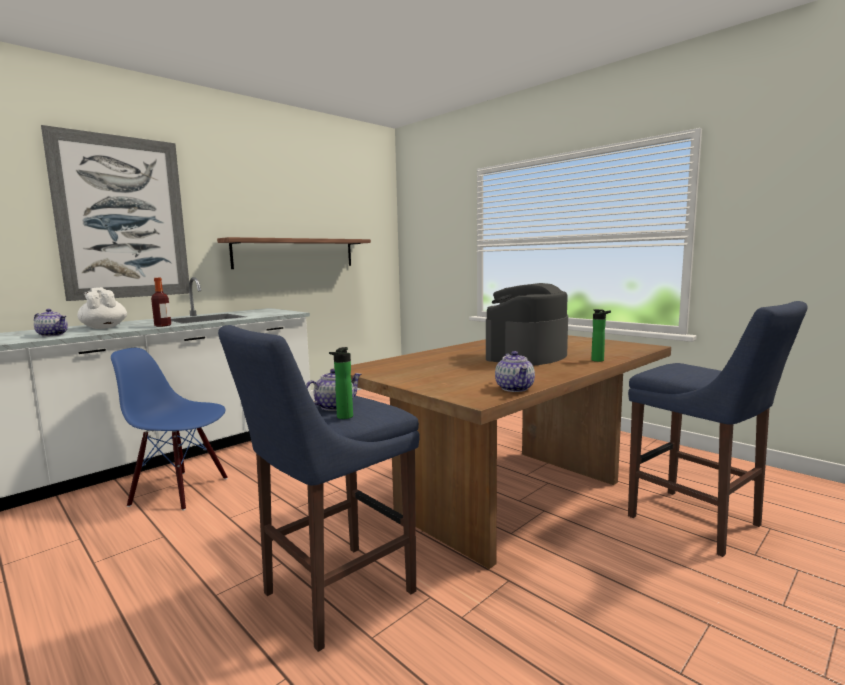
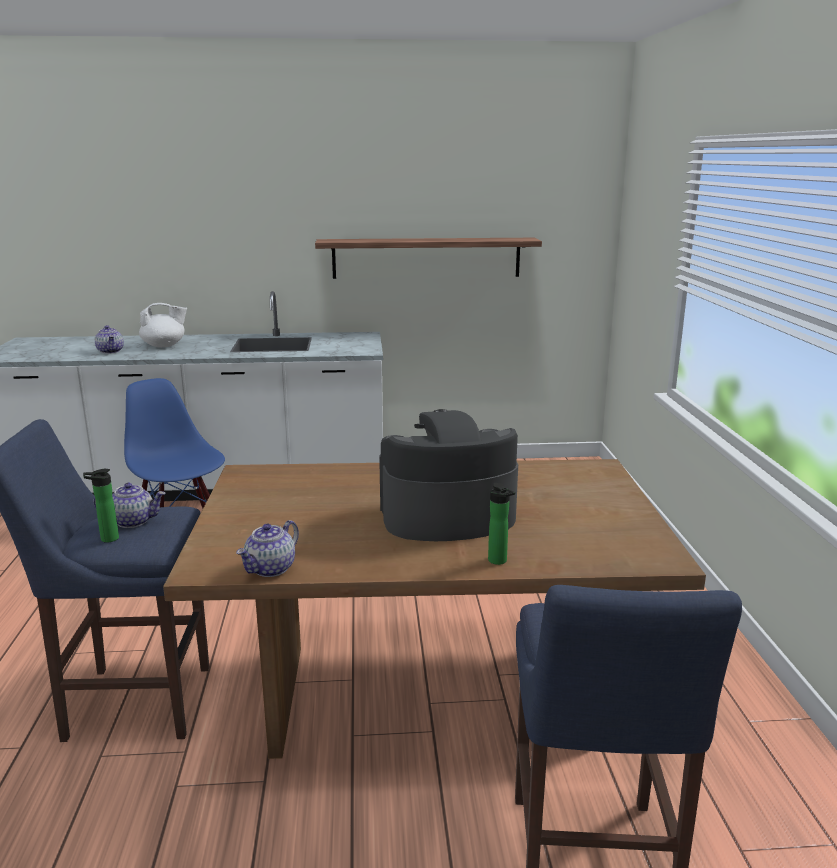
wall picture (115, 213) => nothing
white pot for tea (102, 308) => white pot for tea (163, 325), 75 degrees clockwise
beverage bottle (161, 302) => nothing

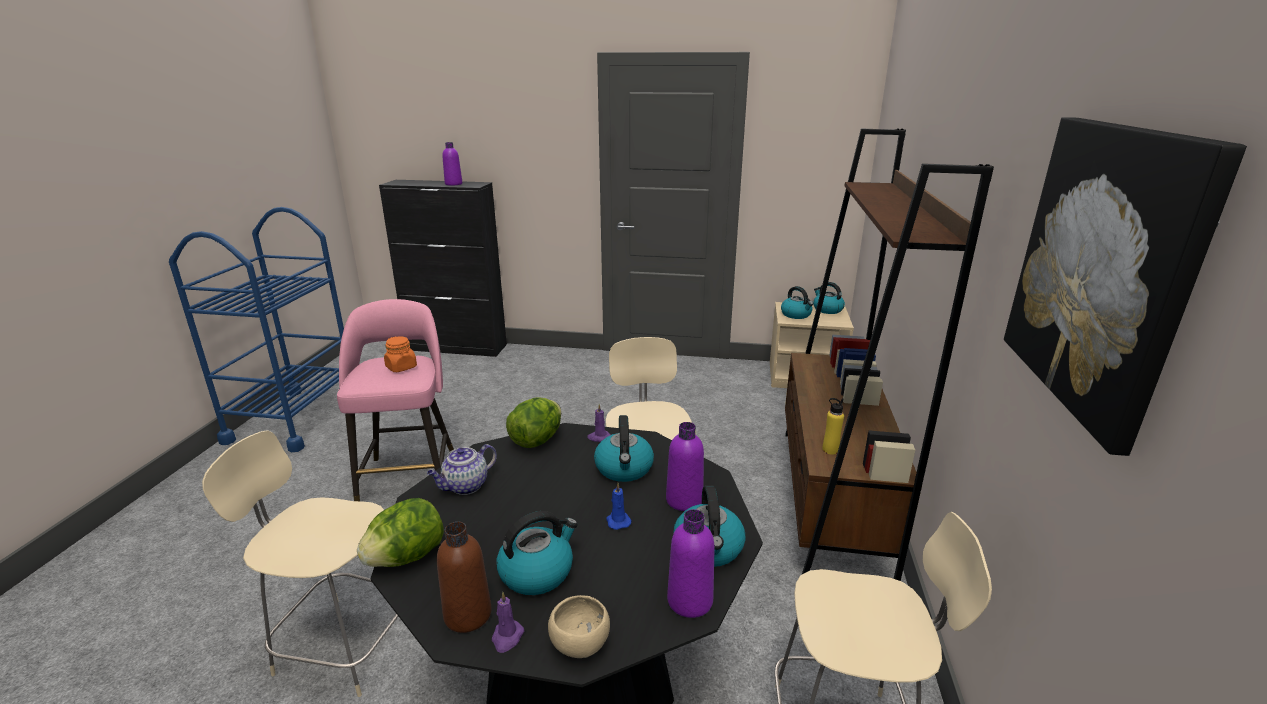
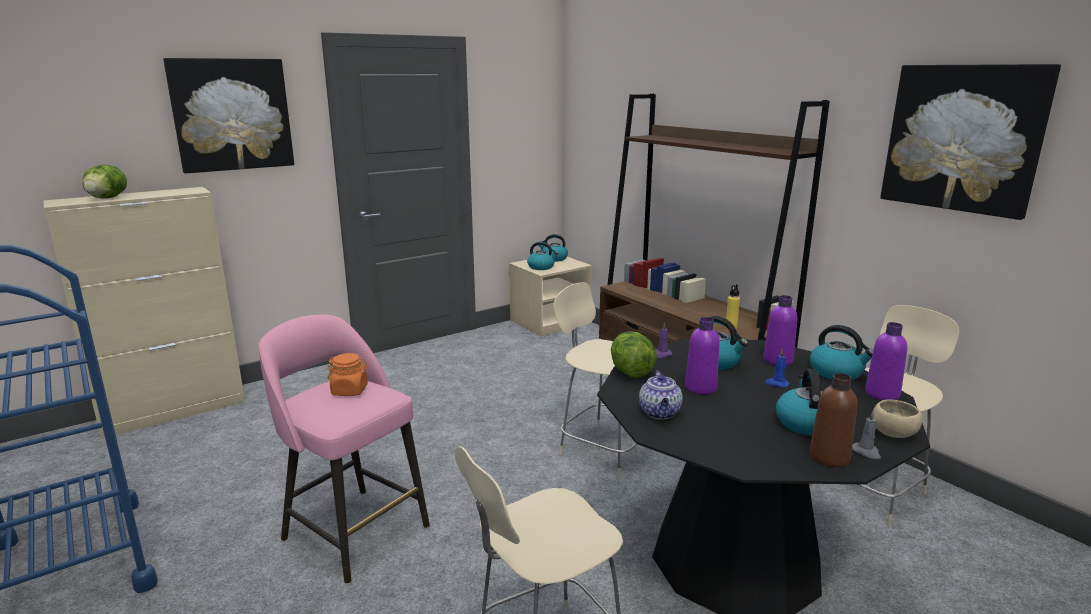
head of lettuce (400, 532) => head of lettuce (104, 181), relocated
blackish cupboard (443, 268) => beige cupboard (144, 312)
purple beverage bottle (452, 164) => purple beverage bottle (702, 355), relocated
purple wax candle (508, 622) => greyish wax candle (866, 435)
nothing => wall picture (228, 115)

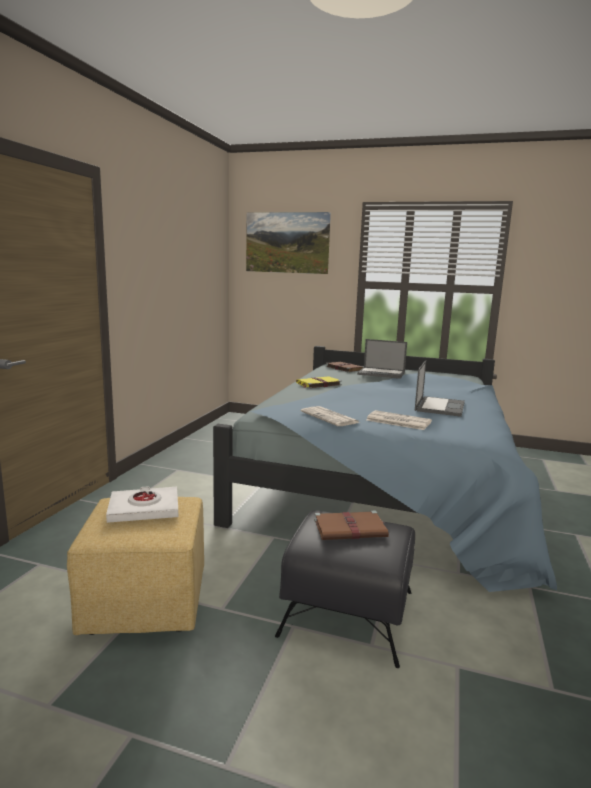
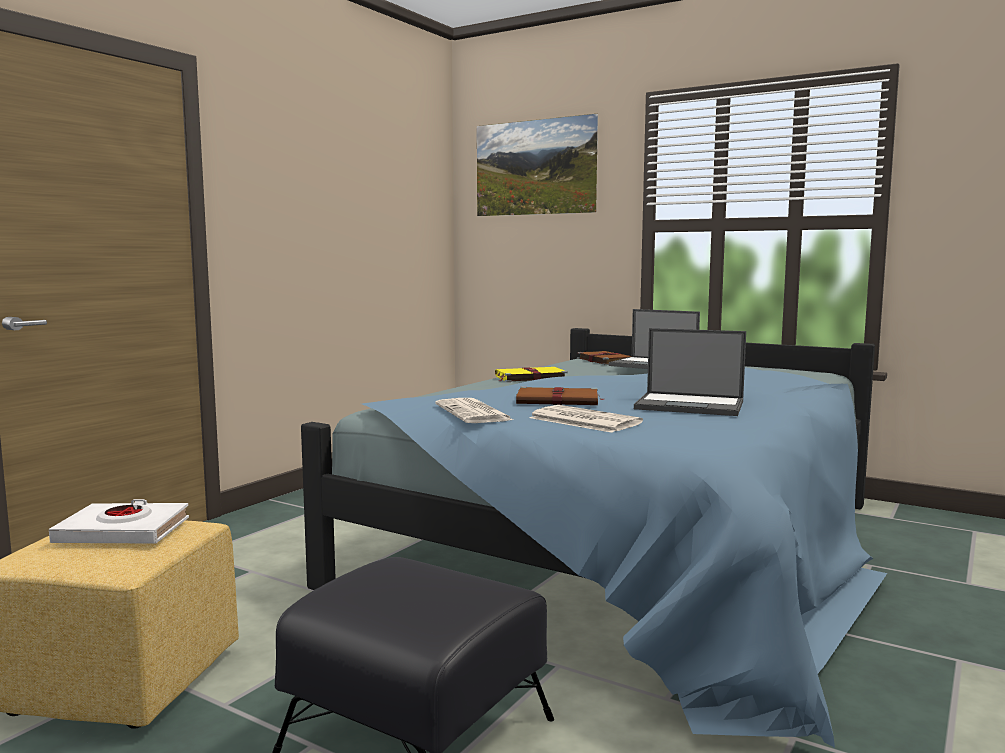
brown bound book (351, 525) => brown bound book (560, 395), relocated
portable computer (440, 388) => portable computer (690, 372), 75 degrees clockwise

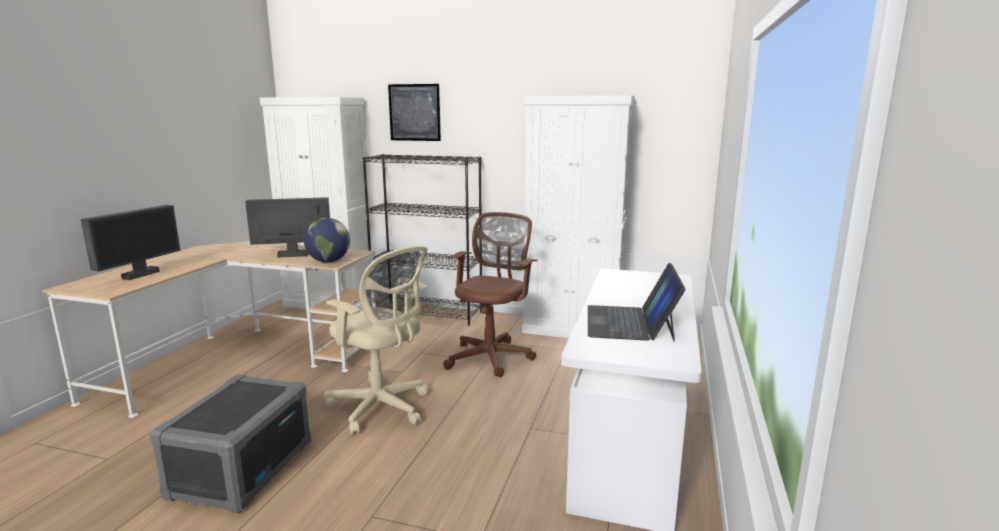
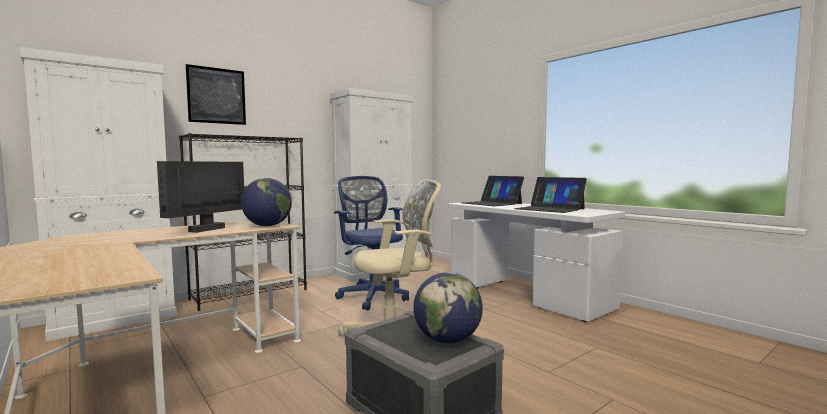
computer display (130, 242) => nothing
brown computer chair (490, 294) => blue computer chair (371, 243)
nothing => globe (448, 307)
nothing => portable computer (493, 191)

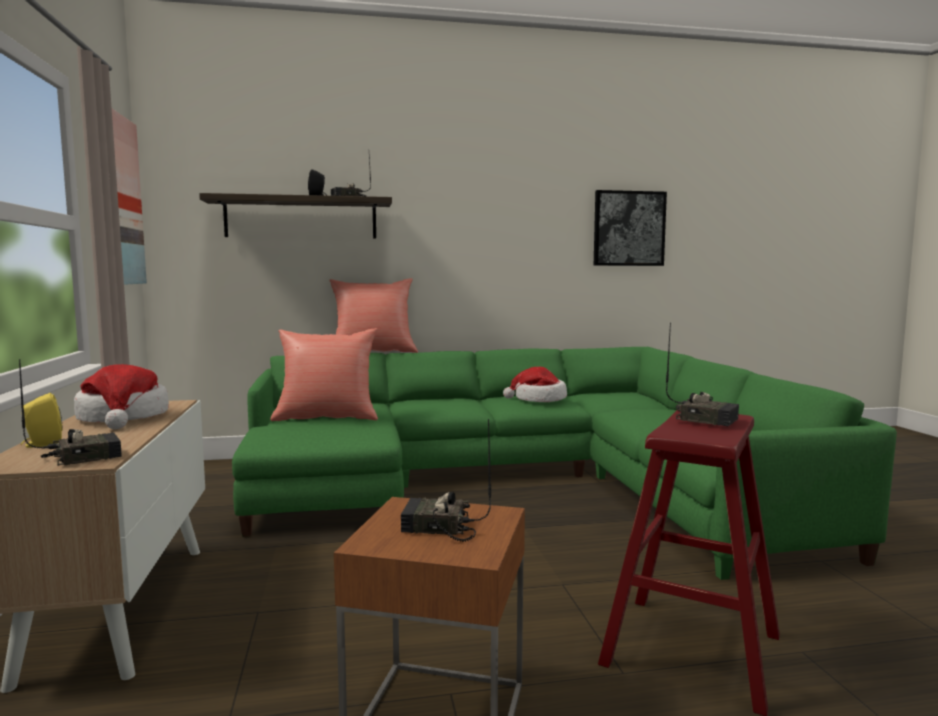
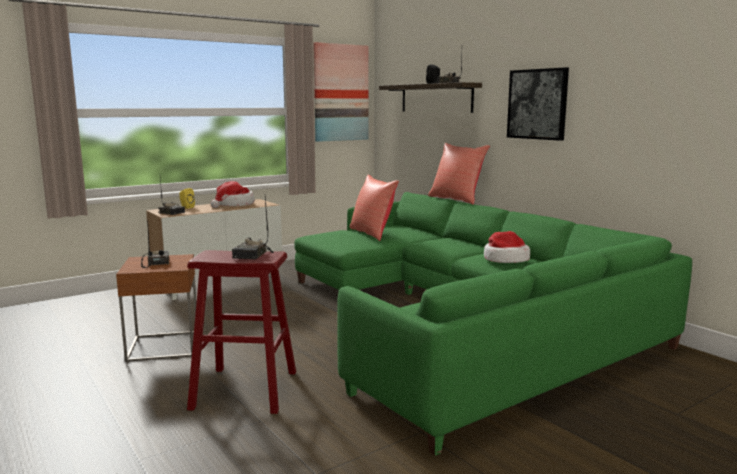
wall picture (630, 228) => wall picture (538, 104), relocated

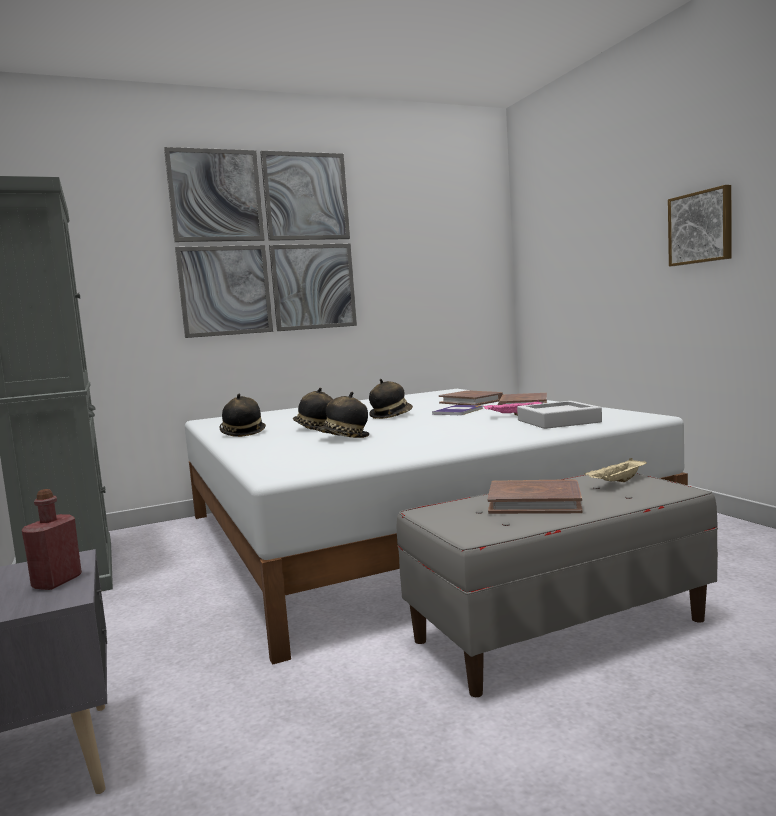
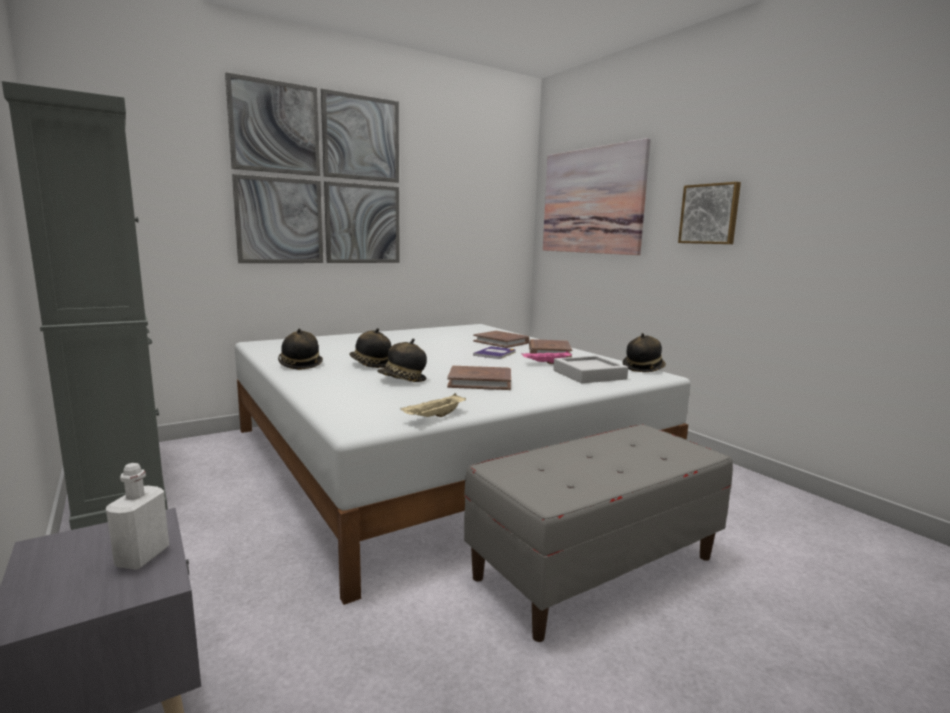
red-coloured beverage bottle (52, 539) => white beverage bottle (137, 516)
clothing hat (391, 399) => clothing hat (644, 352), relocated
brown bound book (535, 496) => brown bound book (479, 378), relocated
beige carrying tray (616, 470) => beige carrying tray (433, 405), relocated
nothing => wall picture (597, 196)

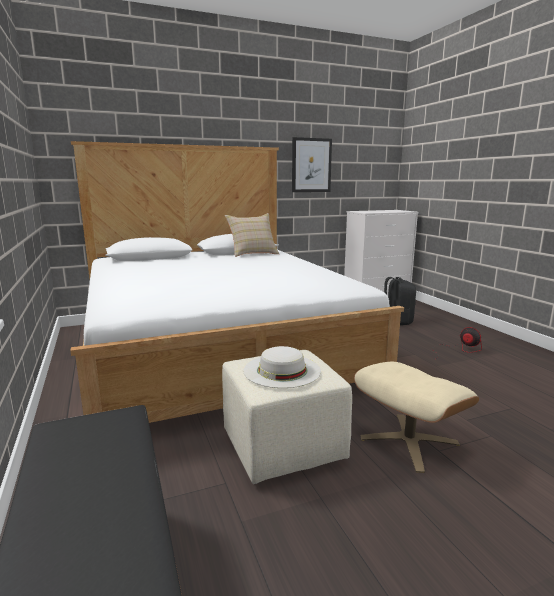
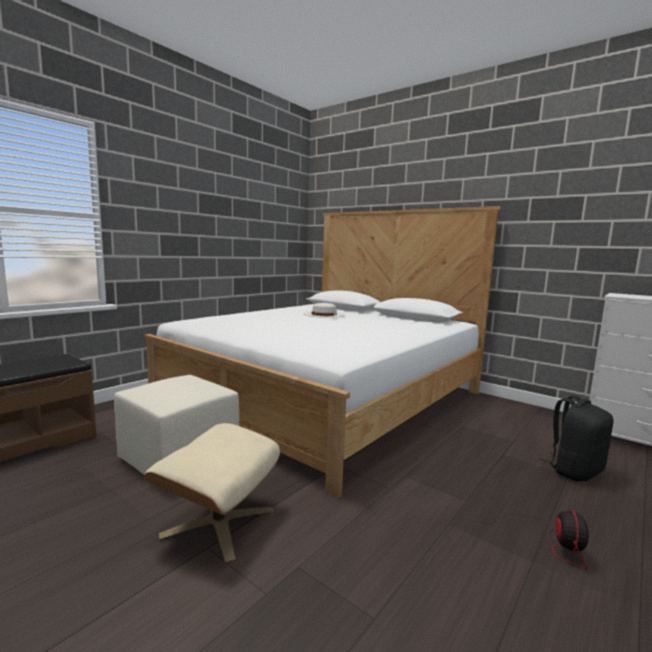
beige pillow (252, 235) => nothing
white clothing hat (282, 367) => white clothing hat (324, 310), relocated
wall picture (312, 164) => nothing

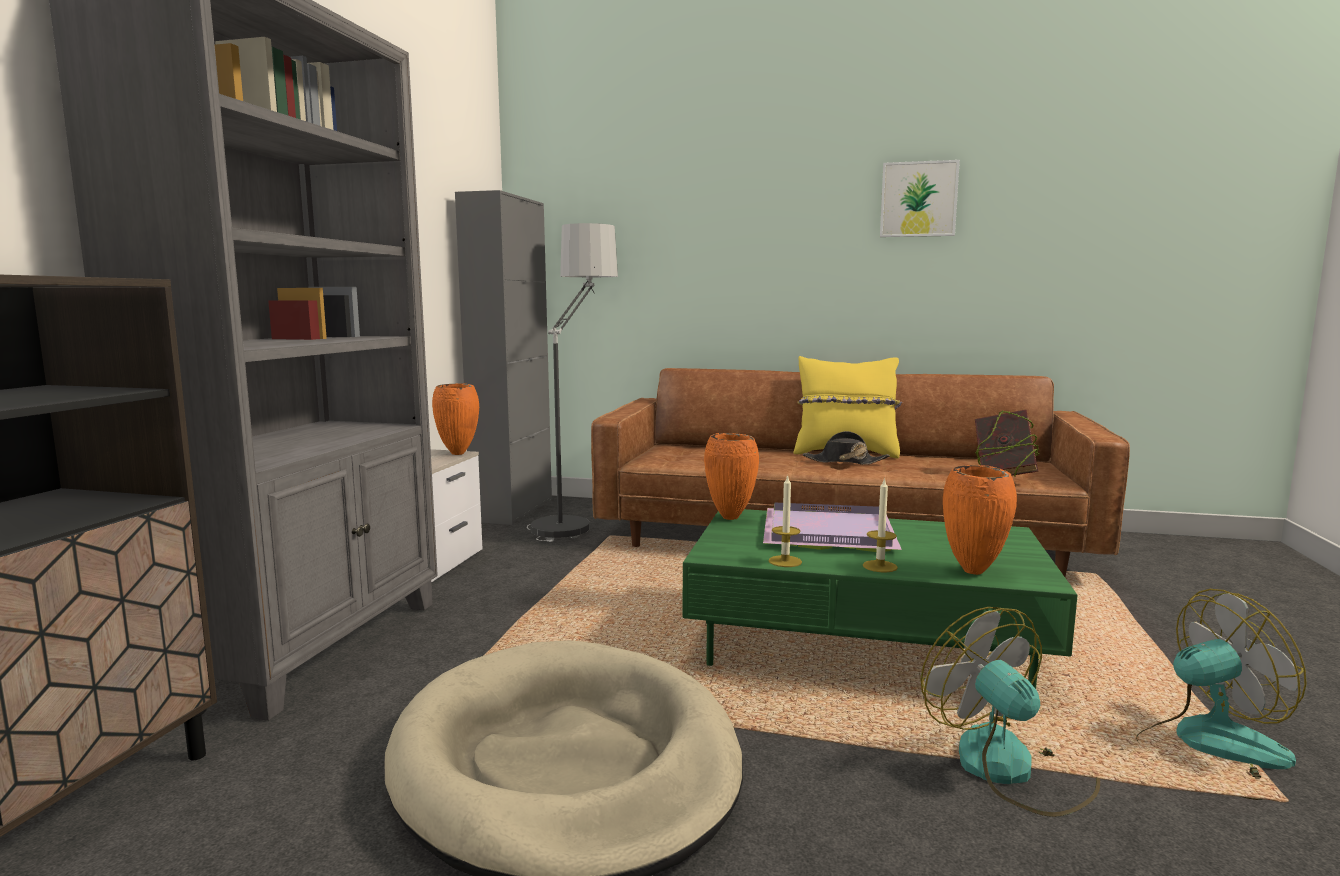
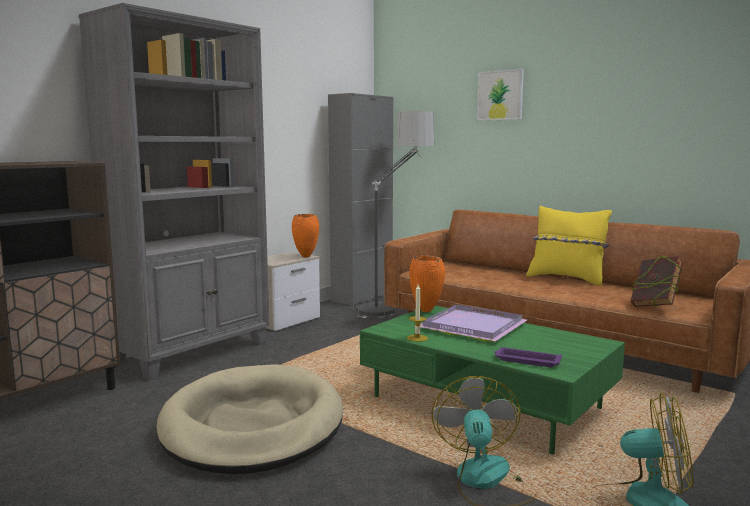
blackish clothing hat (846, 448) => nothing
wax candle (880, 525) => nothing
wall picture (920, 198) => wall picture (500, 95), relocated
orange-coloured flower vase (980, 520) => purple carrying tray (528, 357)

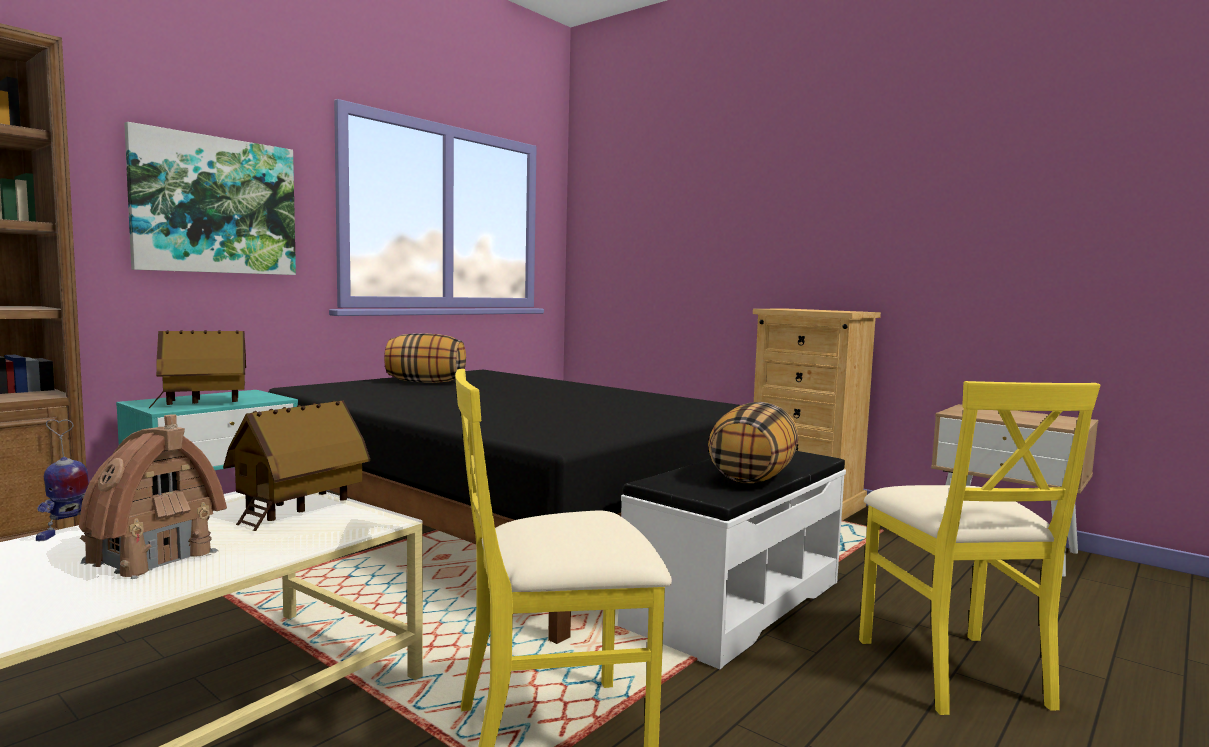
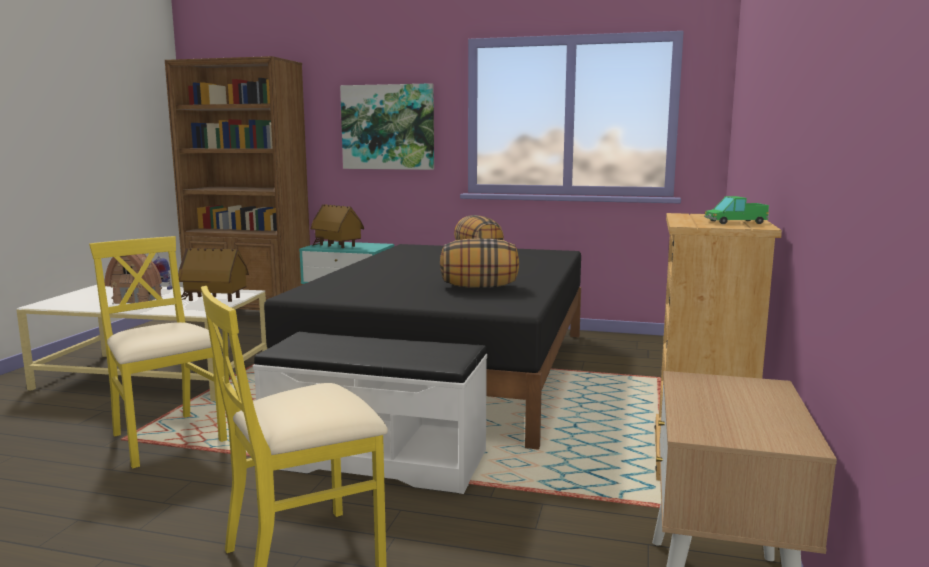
pillow (753, 442) => pillow (479, 263), relocated
nothing => model truck (736, 210)

